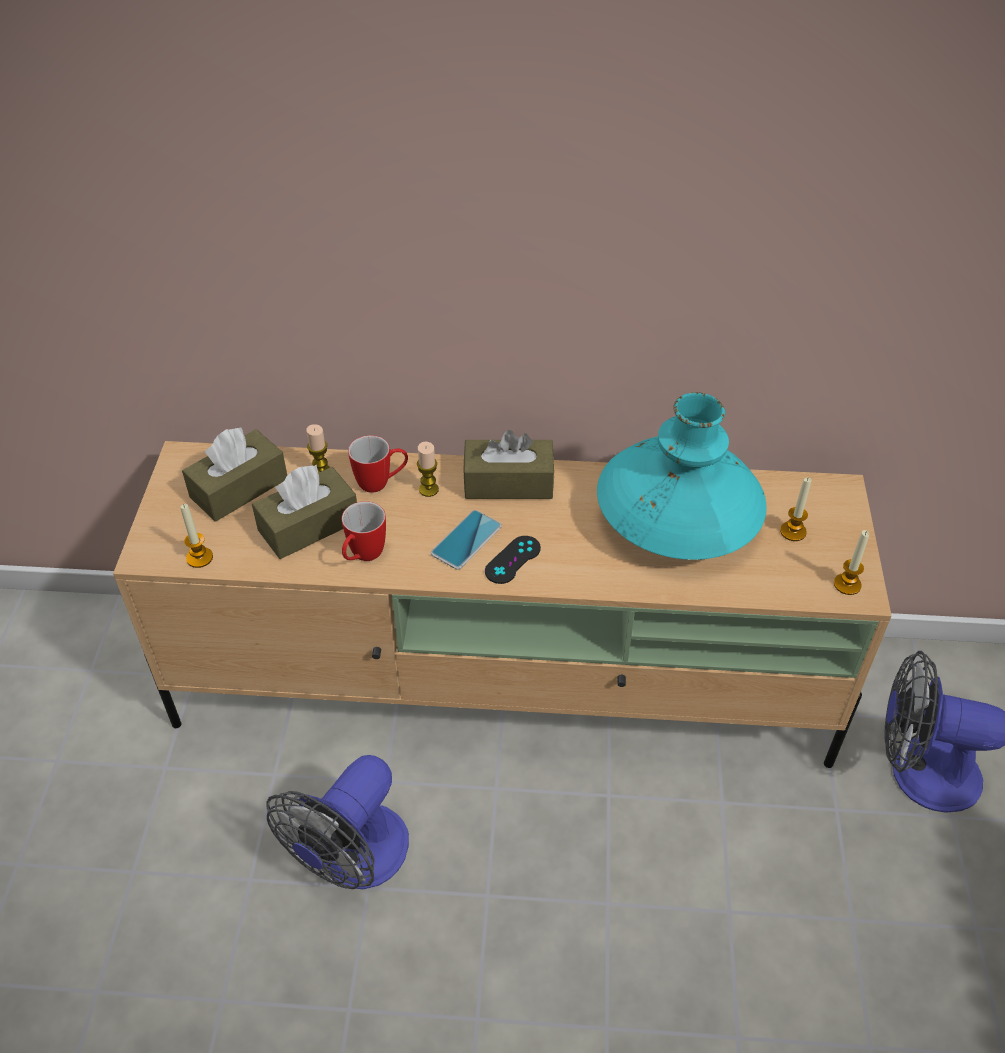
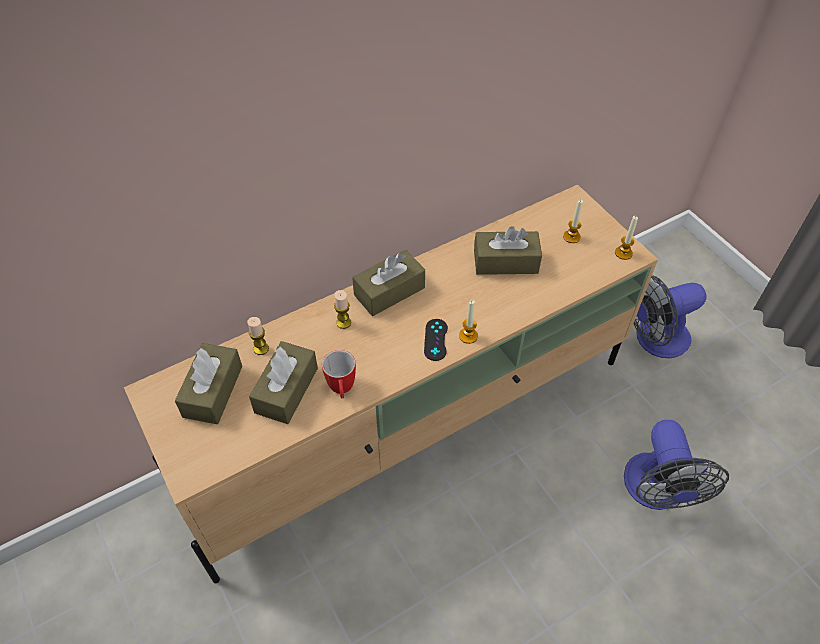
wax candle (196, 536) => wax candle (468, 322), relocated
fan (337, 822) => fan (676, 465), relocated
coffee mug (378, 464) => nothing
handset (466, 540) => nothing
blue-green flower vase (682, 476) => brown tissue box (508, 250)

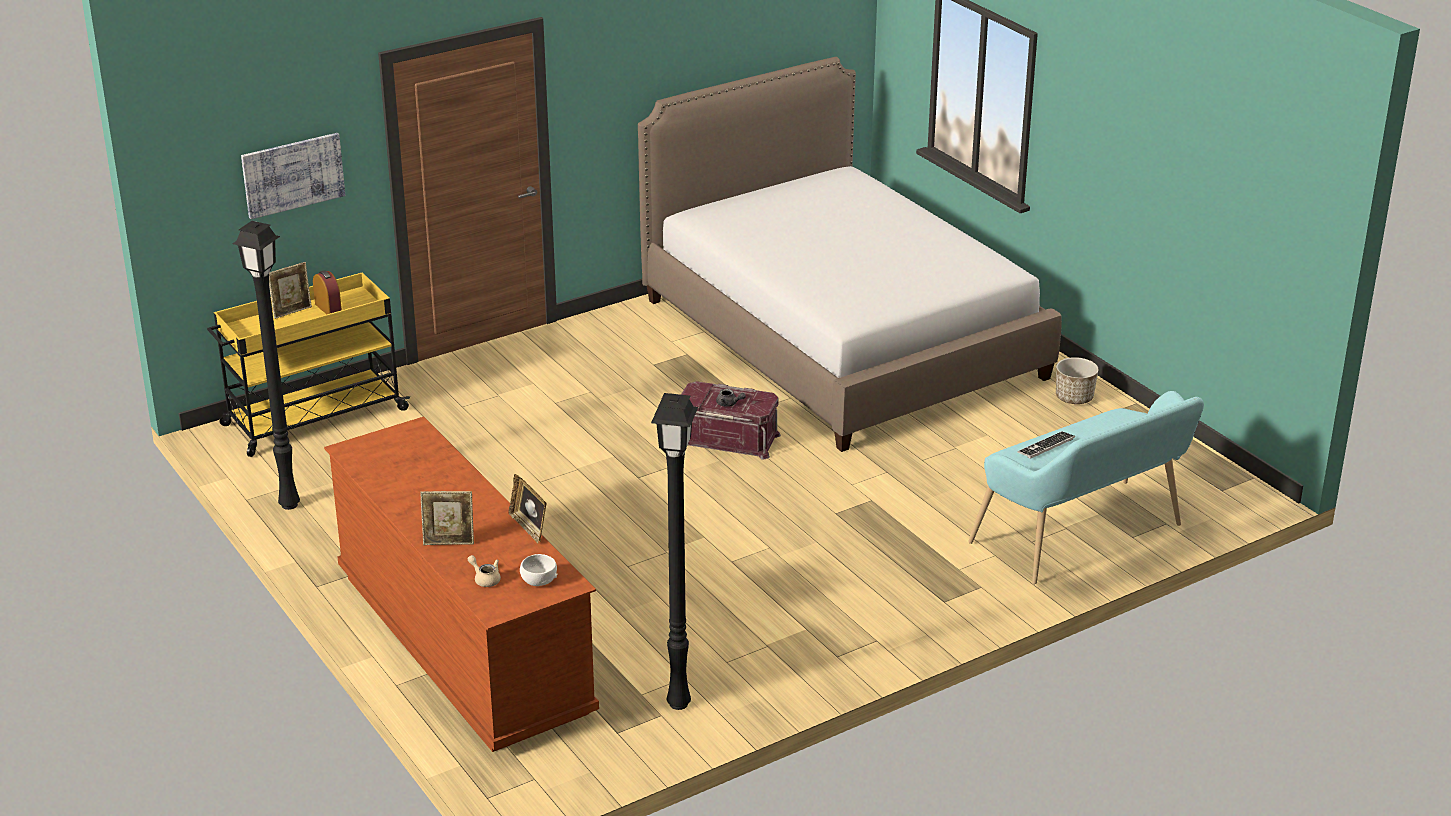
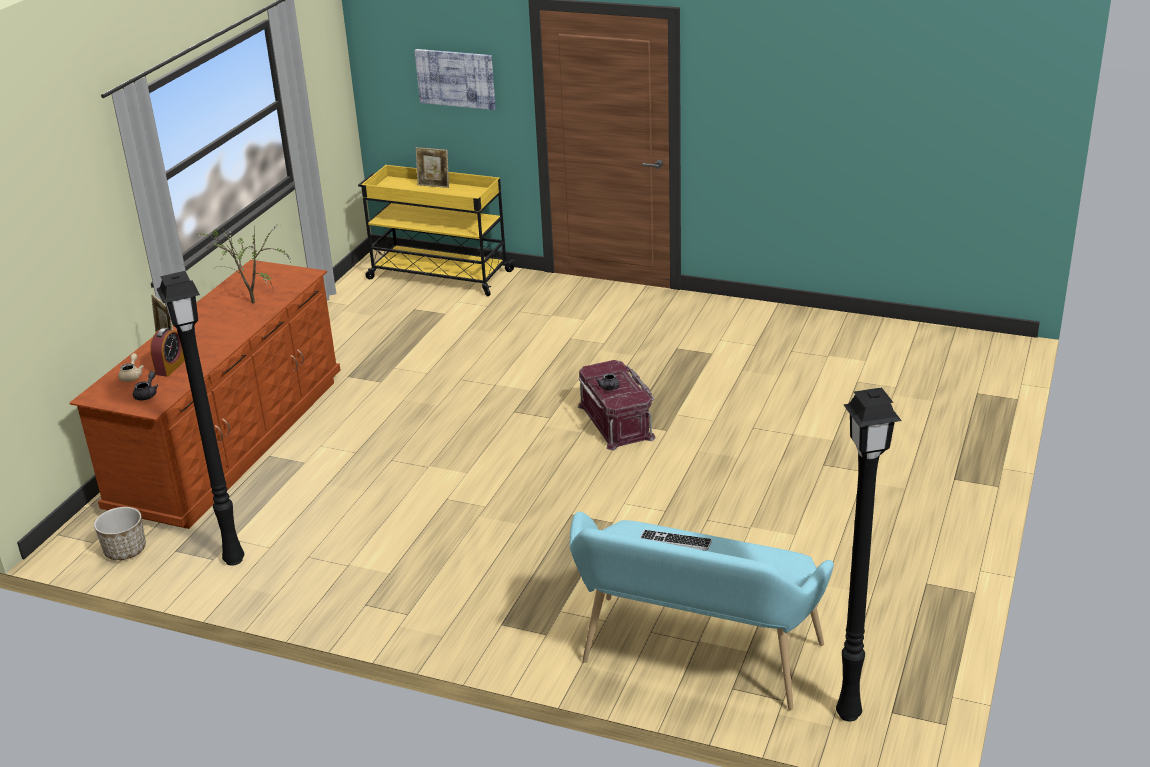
blackish standard lamp (266, 365) => blackish standard lamp (869, 554), relocated
alarm clock (327, 292) => alarm clock (167, 352), relocated
photo frame (527, 509) => nothing
white bowl (538, 570) => greyish pot for tea (145, 385)
sleeping bed (850, 254) => nothing
planter (1077, 380) => planter (120, 533), relocated
nothing => houseplant (245, 262)

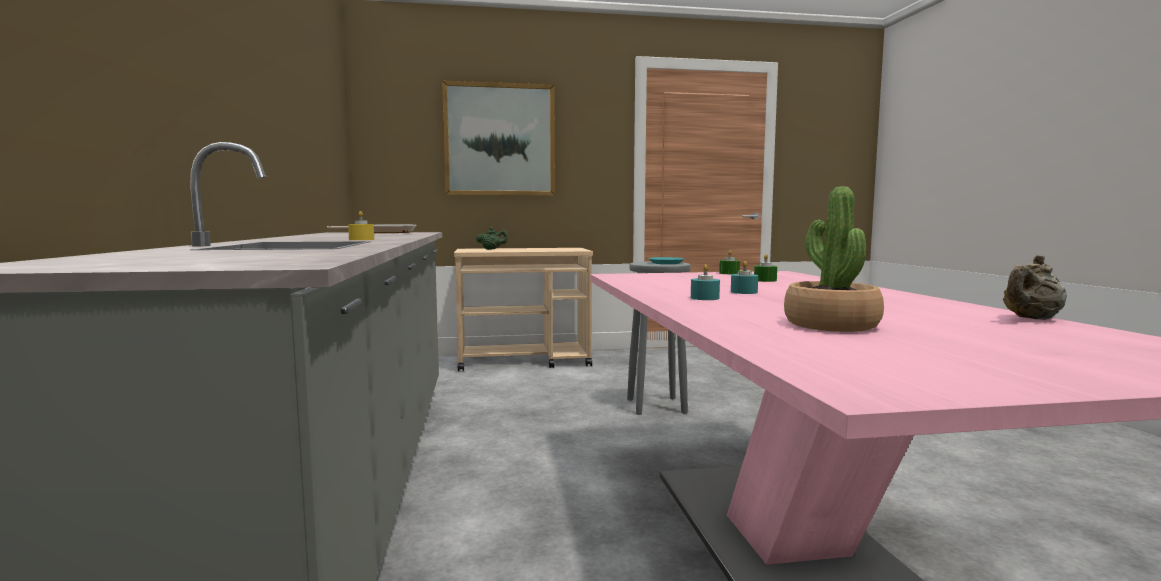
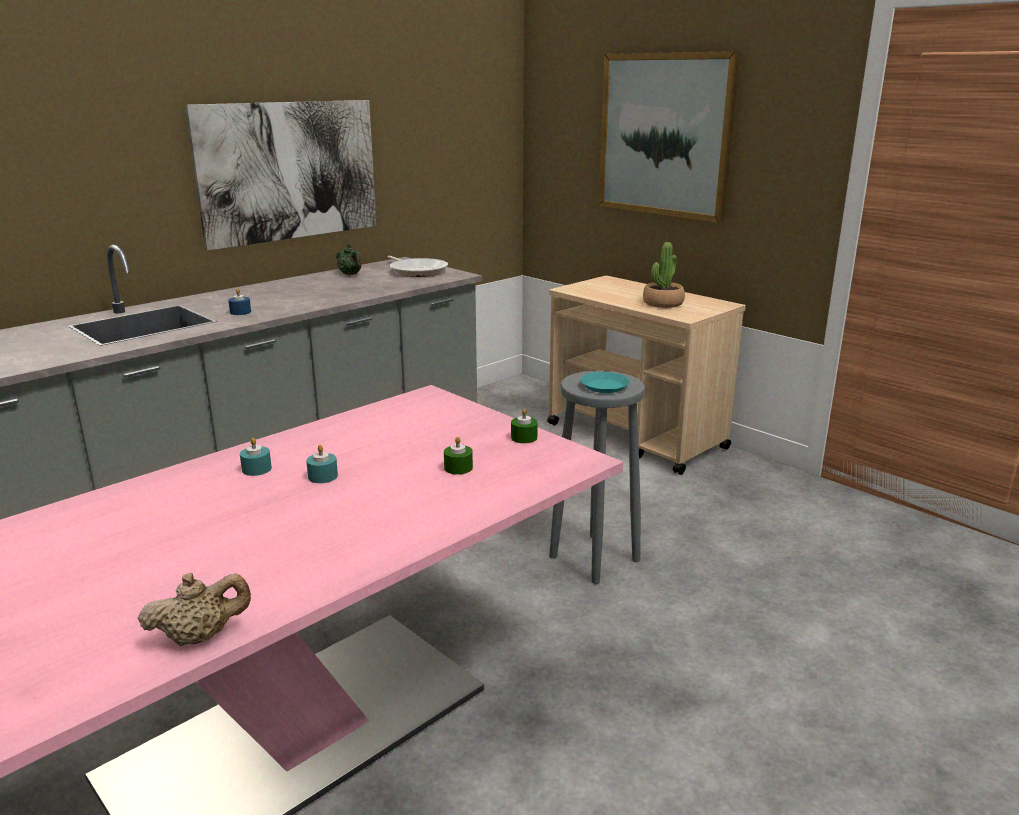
yellowish wax candle (361, 225) => blue wax candle (239, 301)
green pot for tea (492, 238) => green pot for tea (349, 259), relocated
houseplant (834, 259) => houseplant (664, 275), relocated
beige pot for tea (1035, 287) => beige pot for tea (194, 609), 135 degrees clockwise
nothing => wall picture (281, 175)

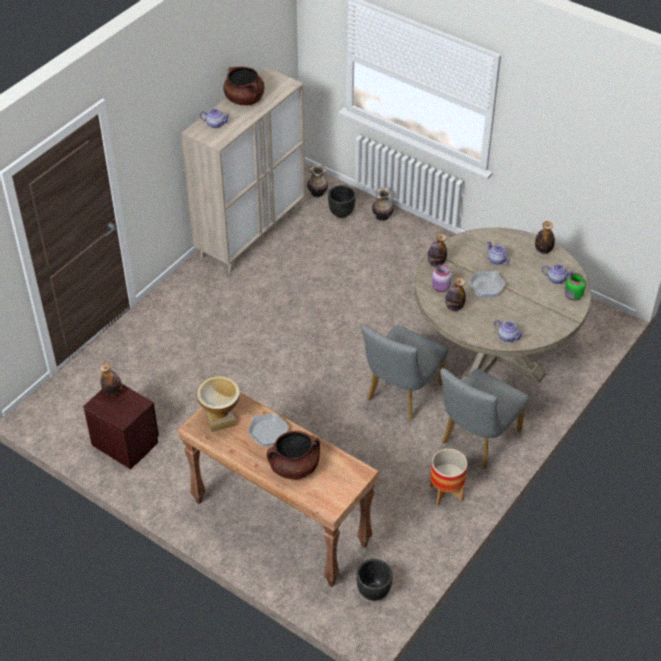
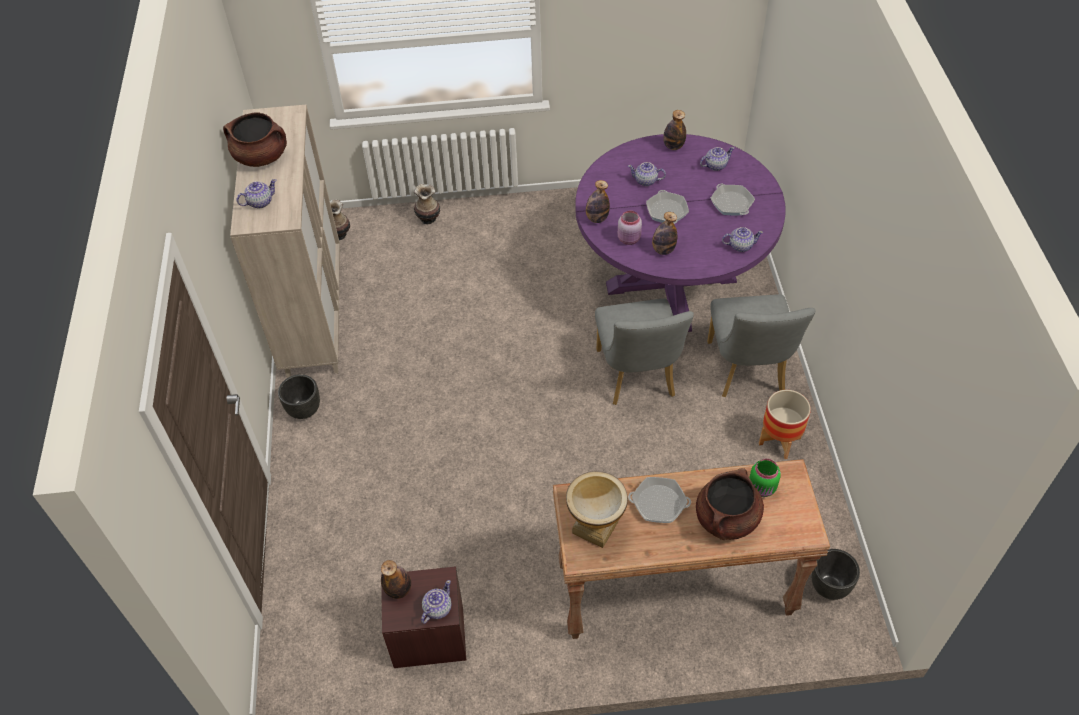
blackish planter (342, 201) => blackish planter (299, 396), relocated
beige kitchen table (503, 305) => purple kitchen table (680, 233)
green storage jar (575, 287) => green storage jar (765, 478), relocated
nothing => pot for tea (436, 602)
nothing => pan (732, 199)

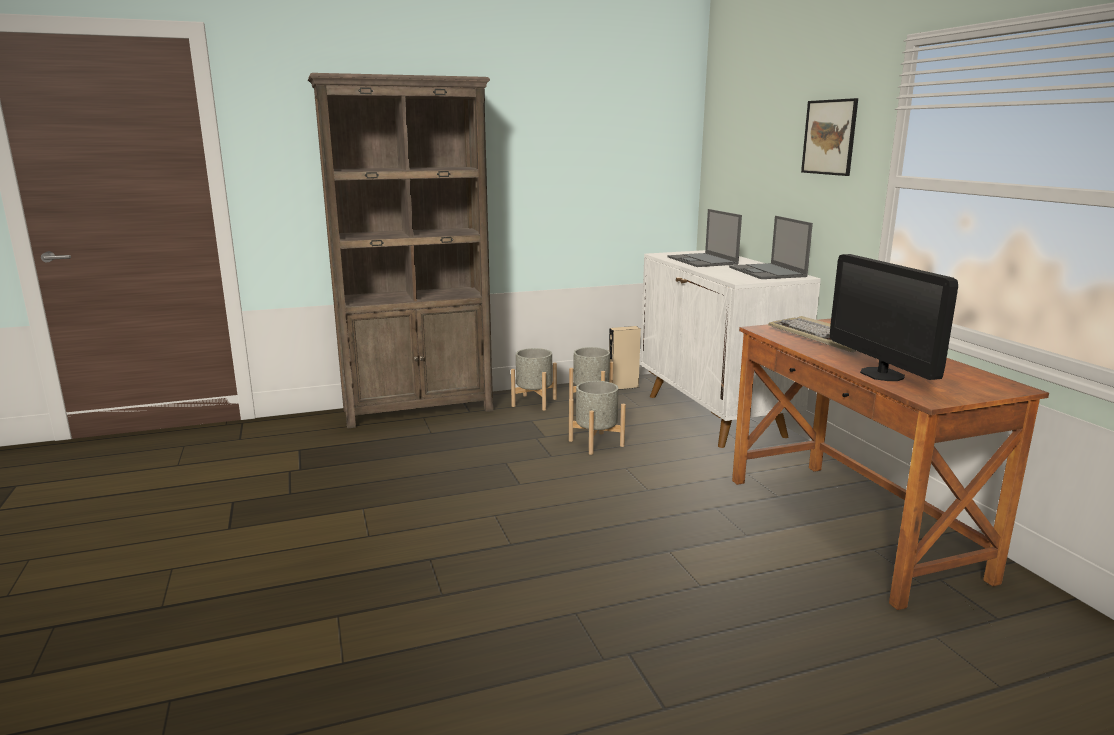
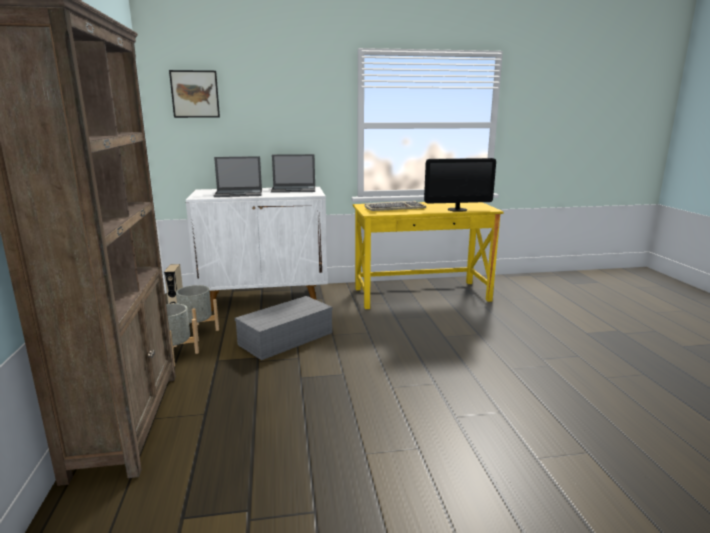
greyish planter (597, 418) => greyish storage bin (284, 328)
brown desk (890, 464) => yellowish desk (428, 255)
wall picture (829, 137) => wall picture (194, 94), relocated

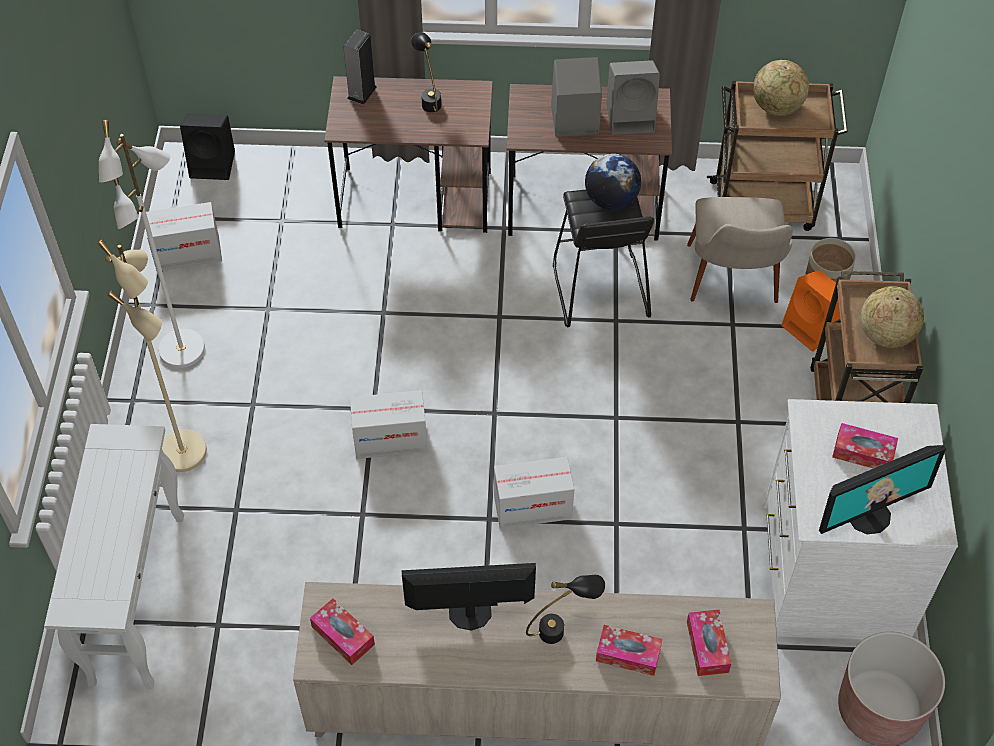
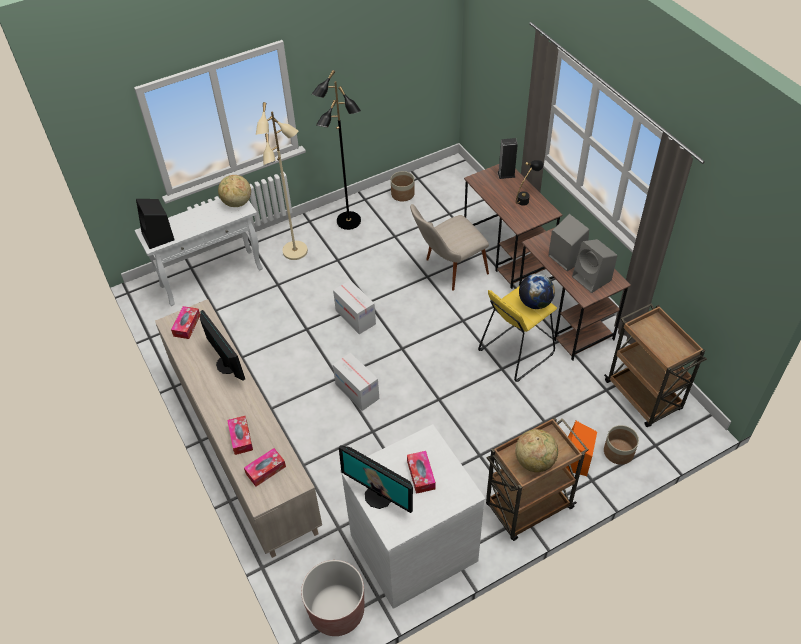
white standard lamp (152, 244) => blackish standard lamp (336, 150)
carton (184, 236) => planter (403, 186)
blackish loudspeaker (207, 146) => blackish loudspeaker (155, 224), relocated
blackish lamp for a table (565, 609) => nothing
blackish stool seat (603, 258) => yellowish stool seat (517, 334)
beige chair (740, 250) => beige chair (449, 247), relocated
globe (781, 88) => globe (234, 191), relocated

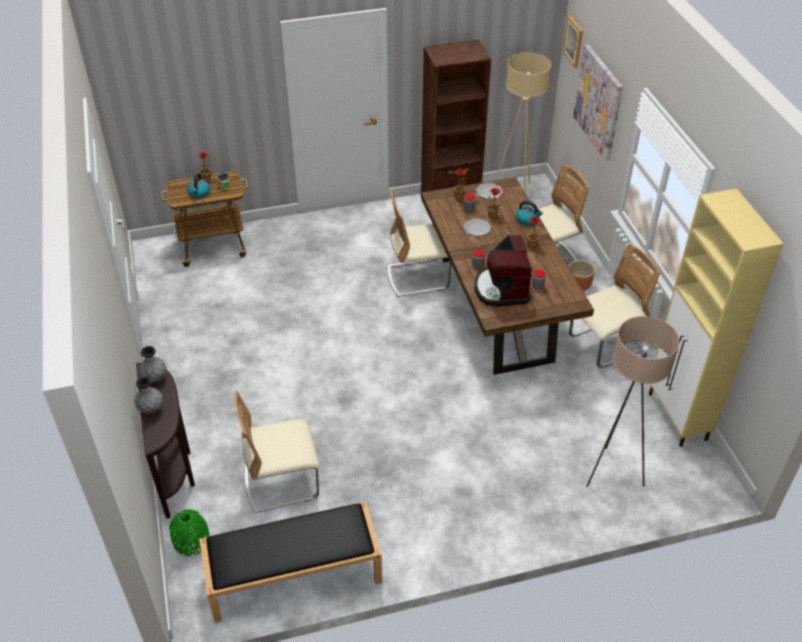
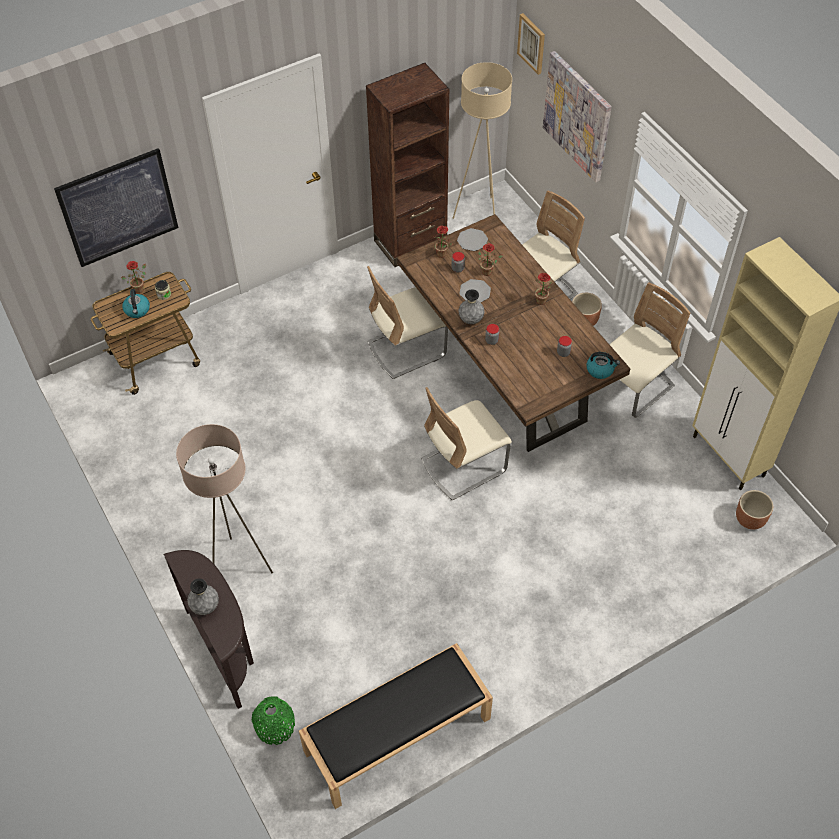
greyish flower vase (153, 364) => greyish flower vase (471, 306), relocated
beige chair (276, 451) => beige chair (466, 444), relocated
coffee machine (503, 271) => nothing
kettle (529, 213) => kettle (603, 365), relocated
beige standard lamp (633, 401) => beige standard lamp (224, 499), relocated
nothing => wall picture (116, 207)
nothing => brown planter (754, 510)

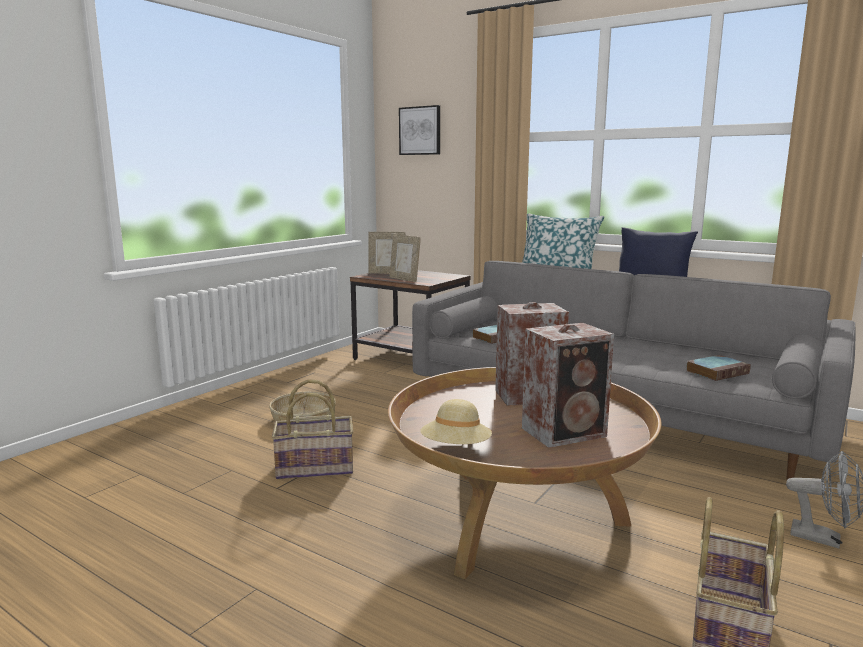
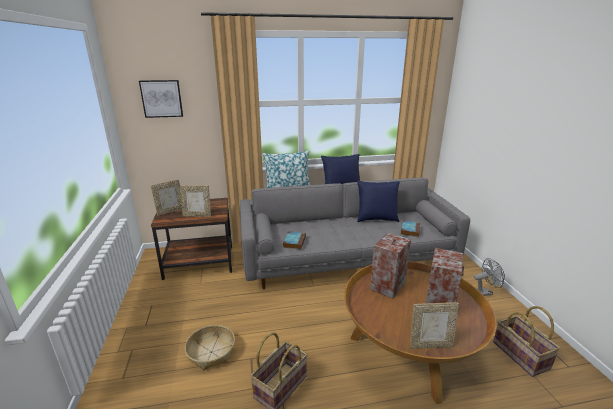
beige clothing hat (456, 421) => photo frame (434, 325)
nothing => blue pillow (378, 201)

